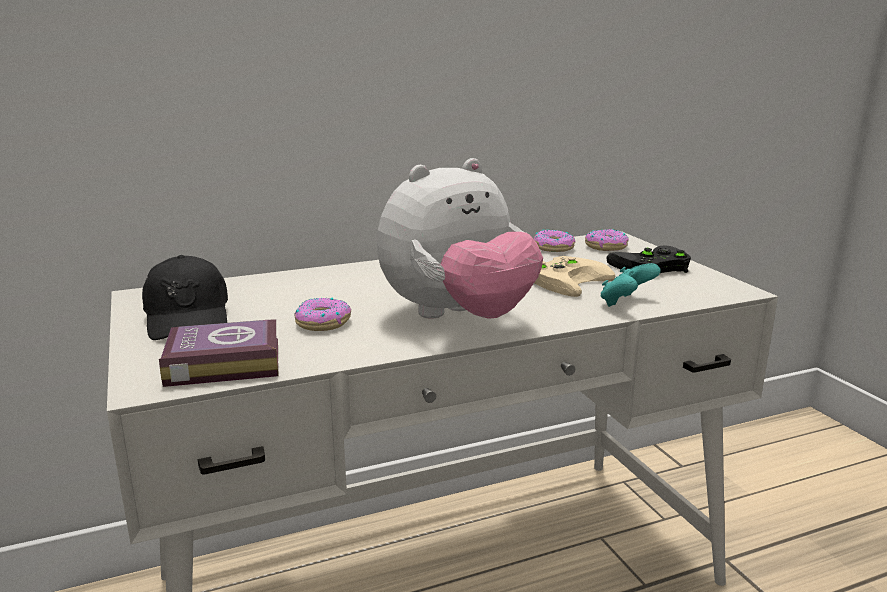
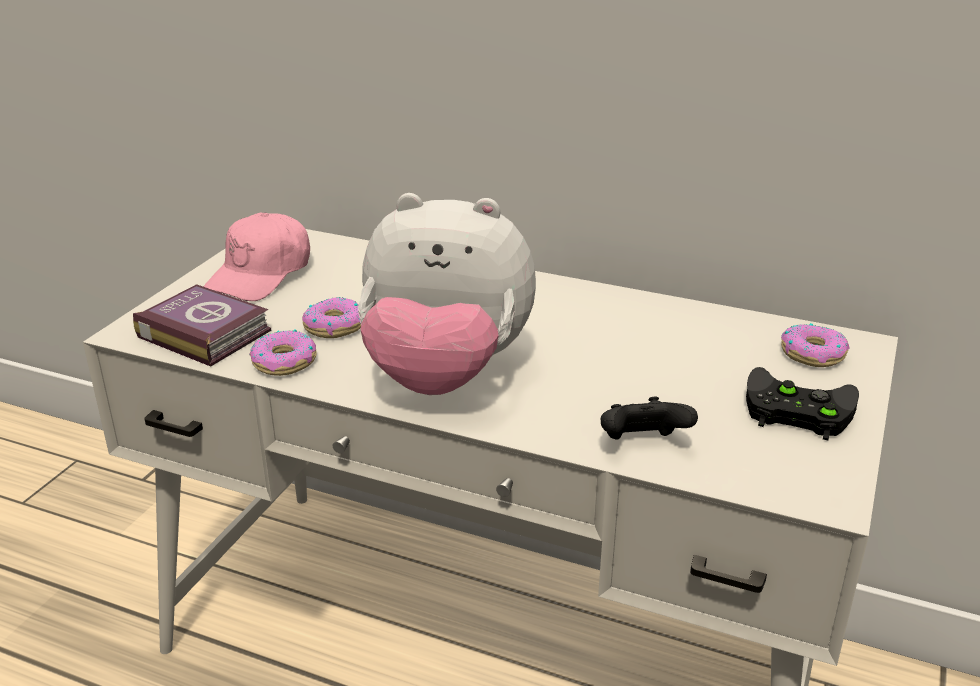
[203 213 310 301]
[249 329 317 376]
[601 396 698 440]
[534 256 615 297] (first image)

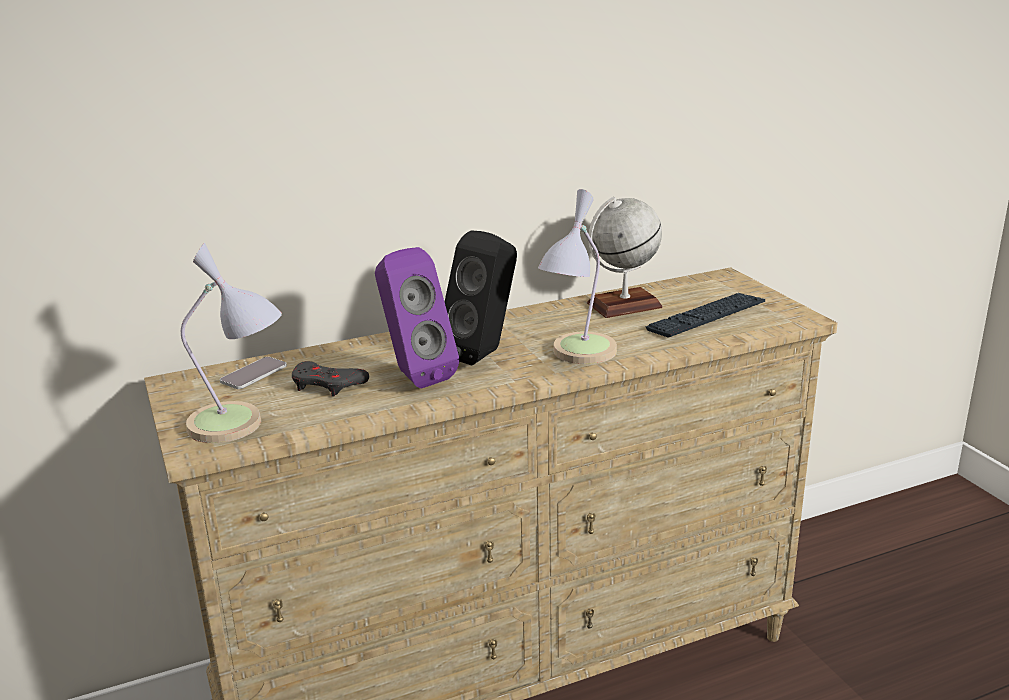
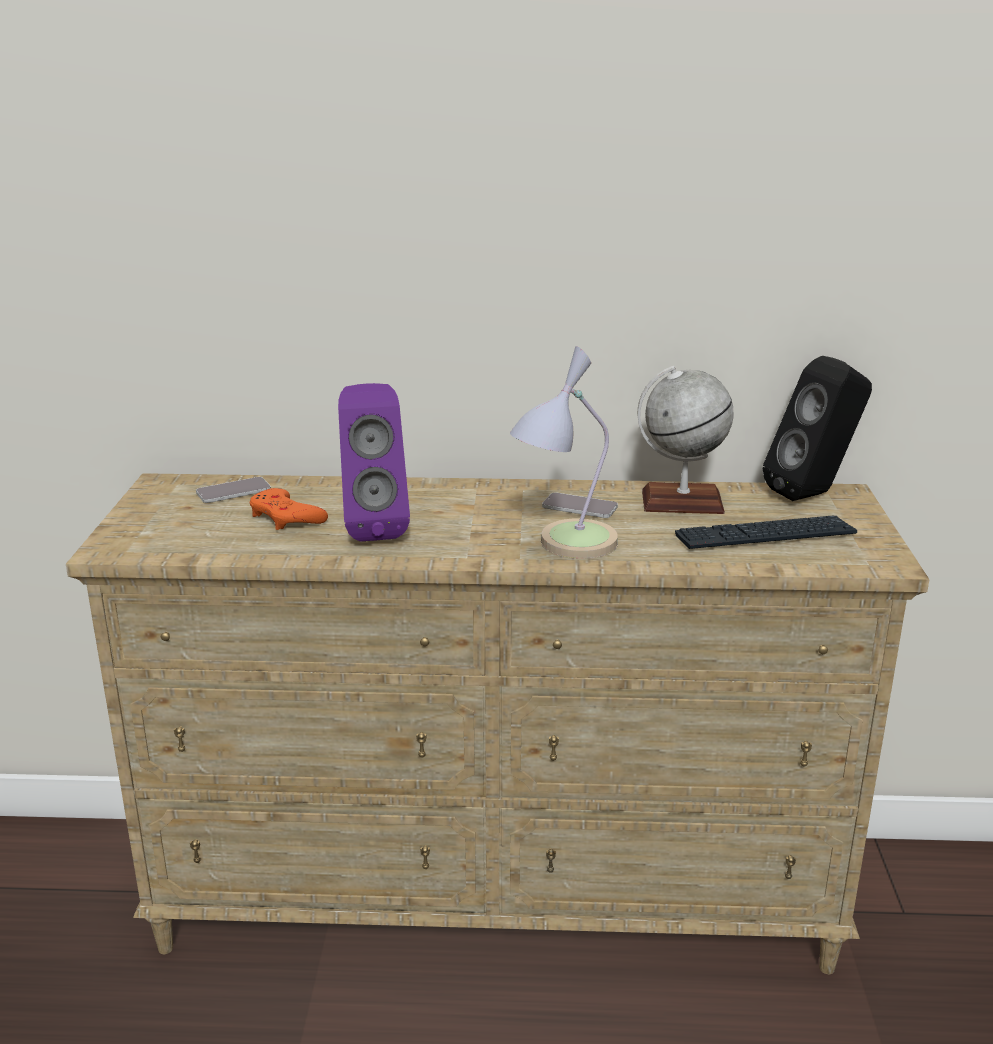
[250 488 328 530]
[542 492 618 518]
[763 356 872 501]
[181 243 282 443] (first image)

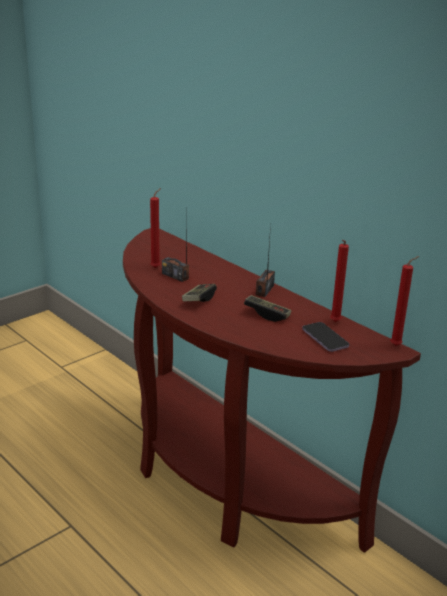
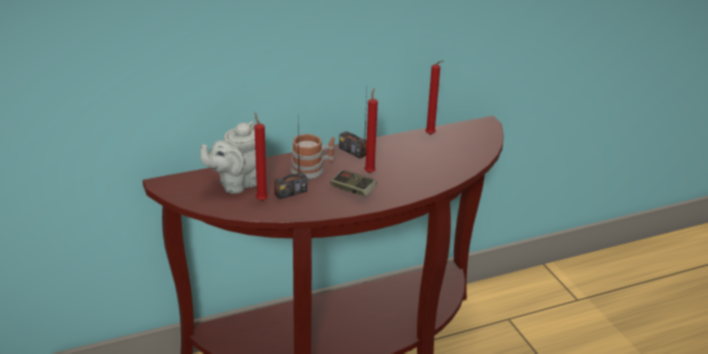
[200 121 257 194]
[291 134 335 179]
[364 88 378 173]
[244 295 291 322] (first image)
[302 322 349 352] (first image)

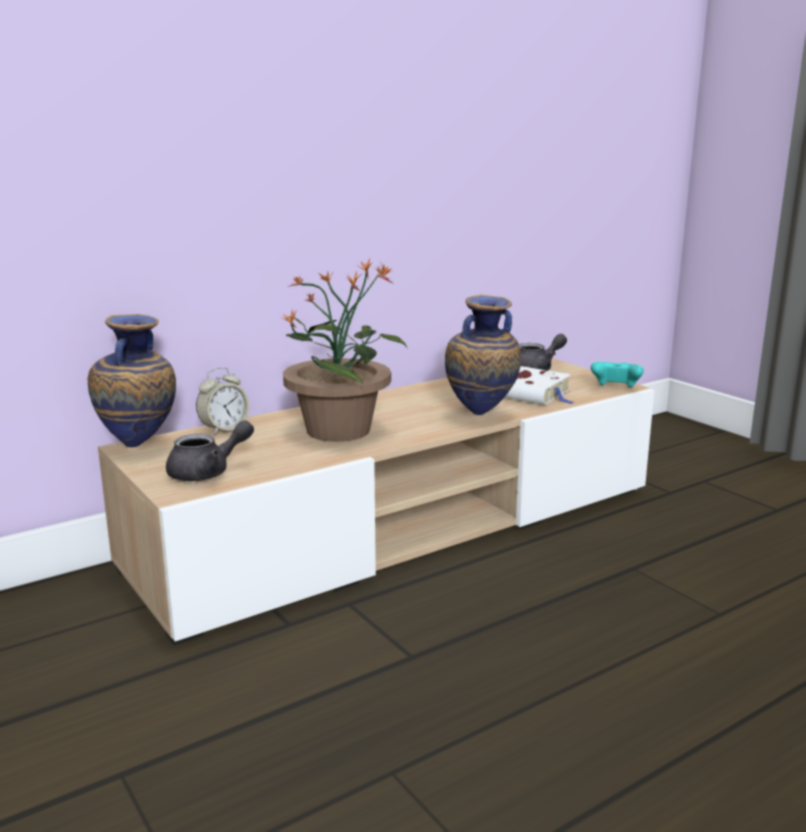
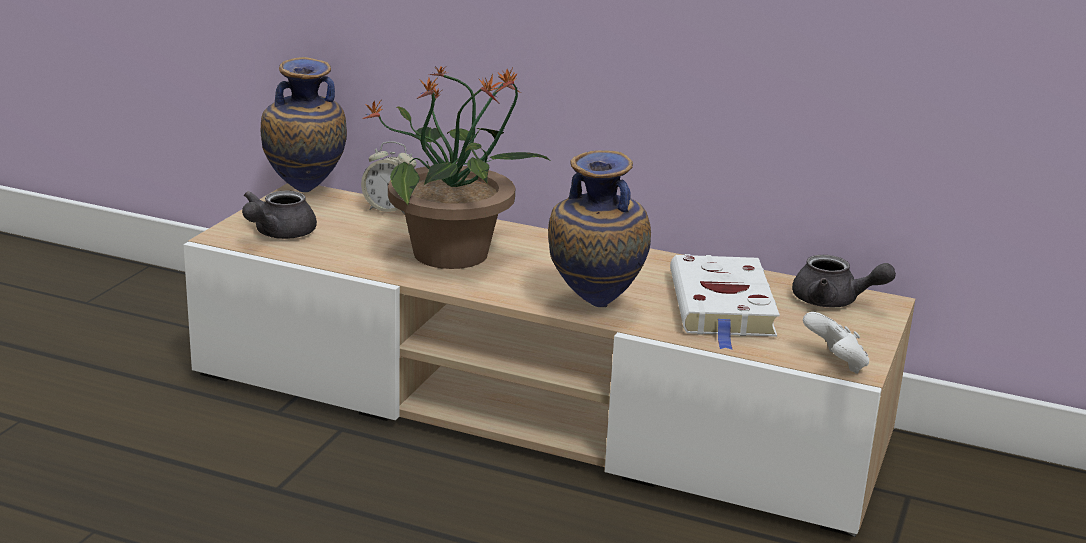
[242 190 317 239]
[803 312 869 374]

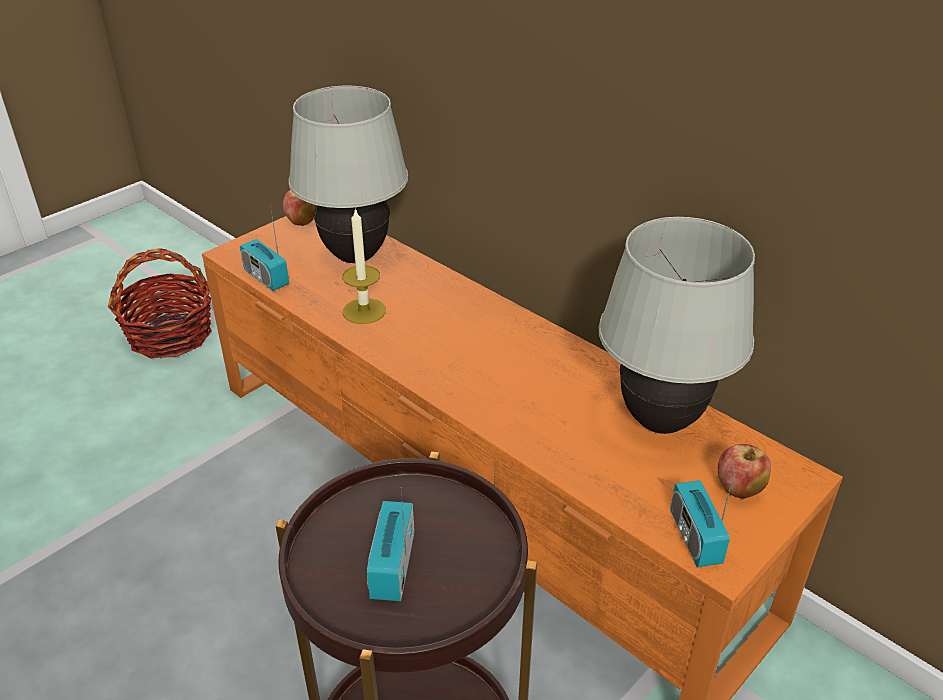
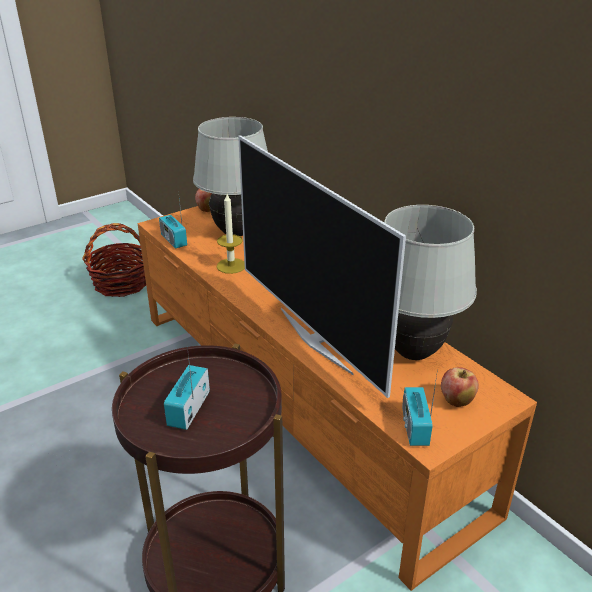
[238 135 406 398]

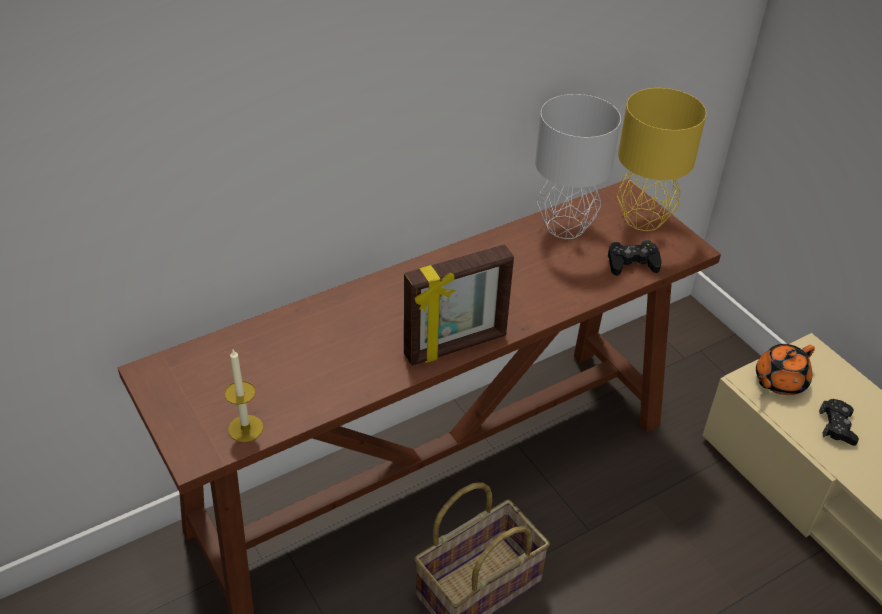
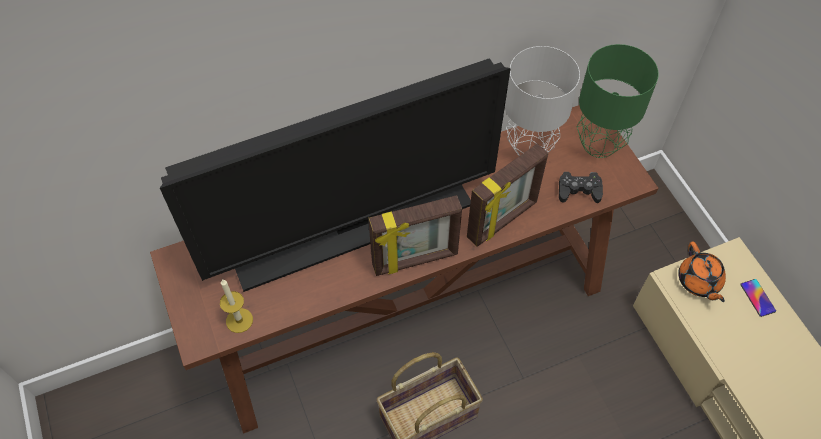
[160 58 511 292]
[467 144 548 247]
[577 44 659 158]
[678 241 726 302]
[740 279 776 317]
[819 399 859 446] (first image)

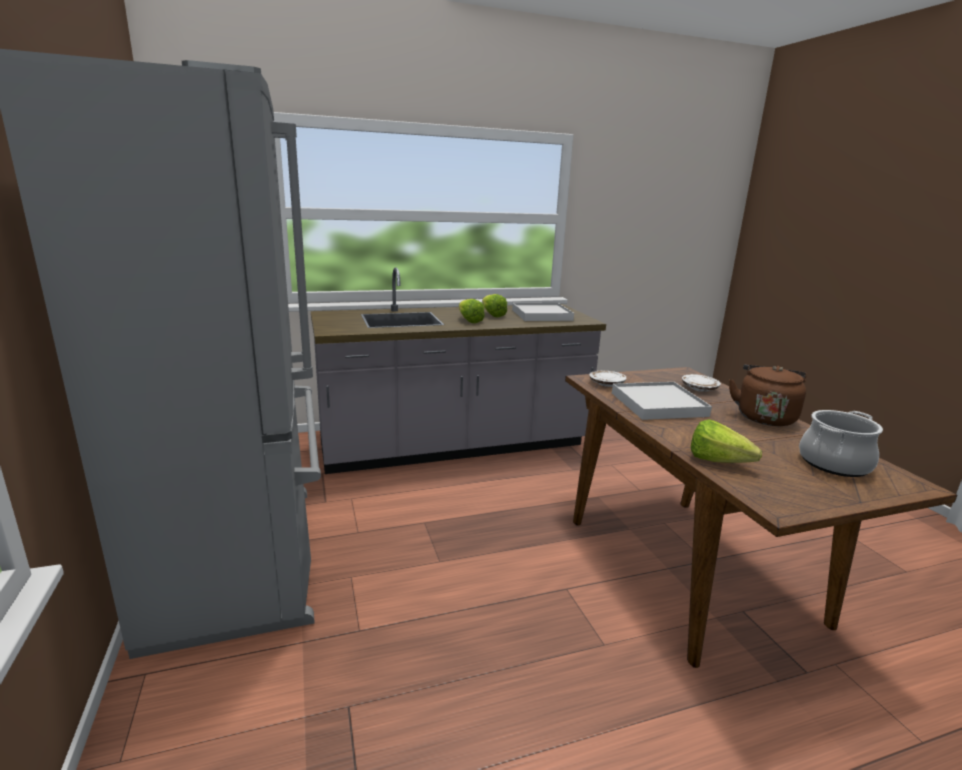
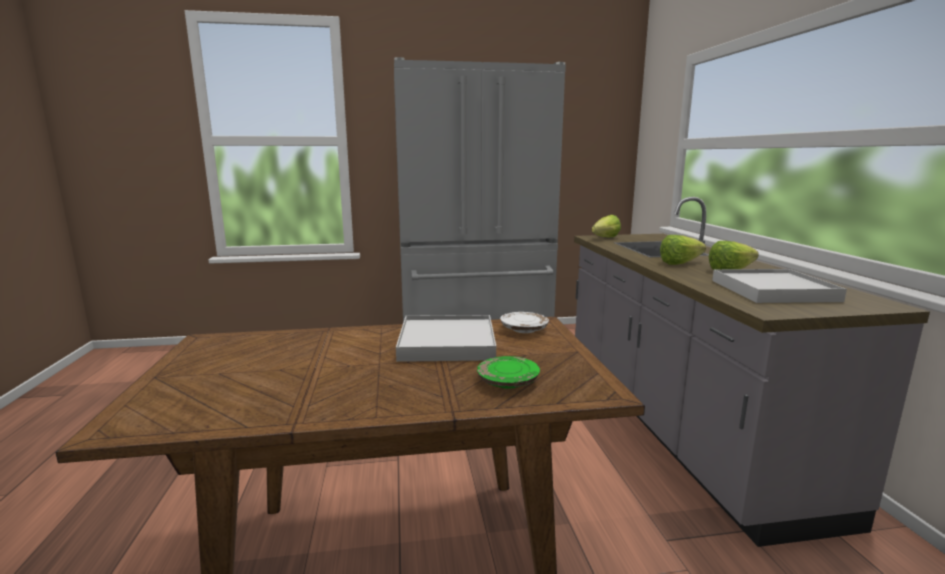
[477 356 540 389]
[592 215 621 238]
[729 364 807 426] (first image)
[799 410 883 477] (first image)

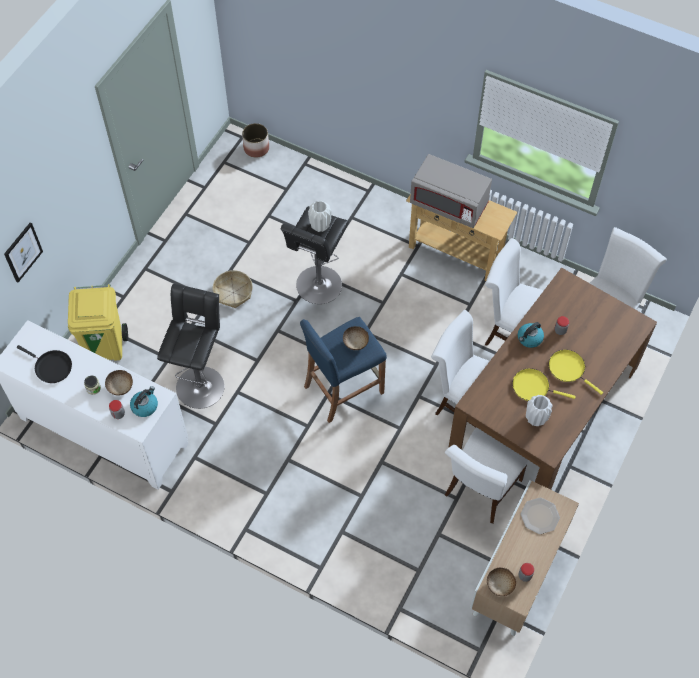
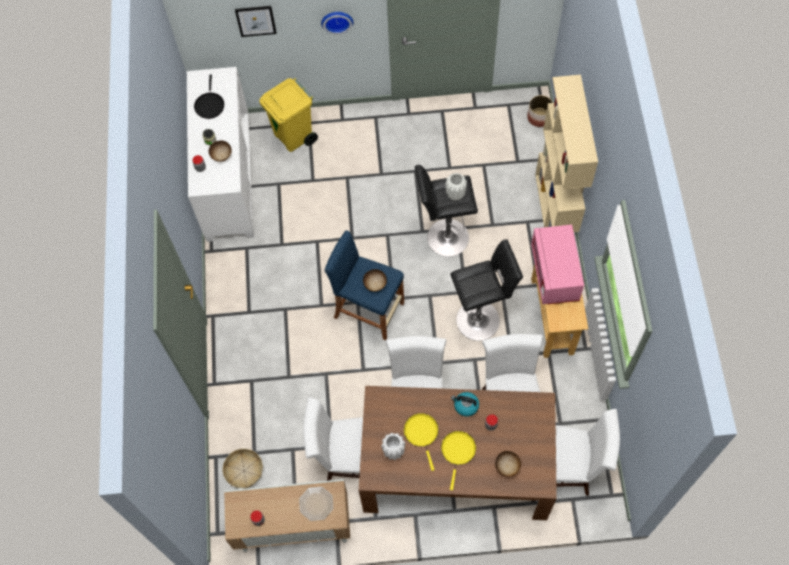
[223 449 263 489]
[321 12 353 34]
[450 239 523 341]
[495 451 521 477]
[531 225 584 304]
[535 75 598 232]
[130 386 158 417] (first image)

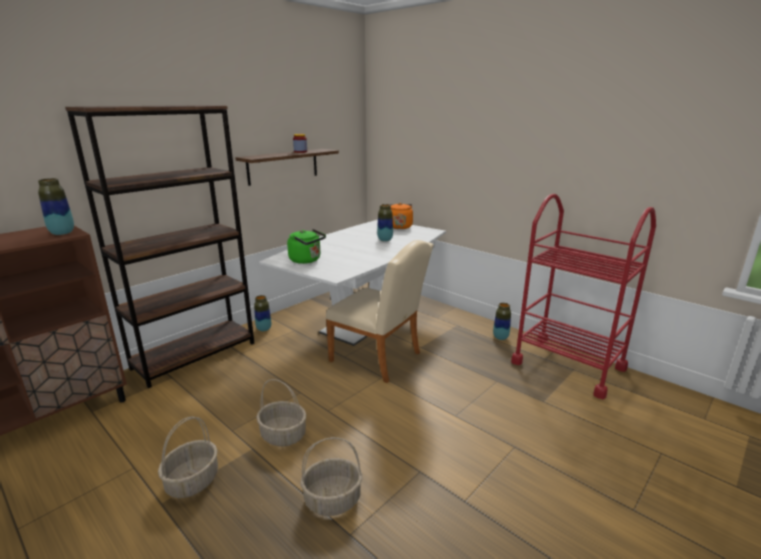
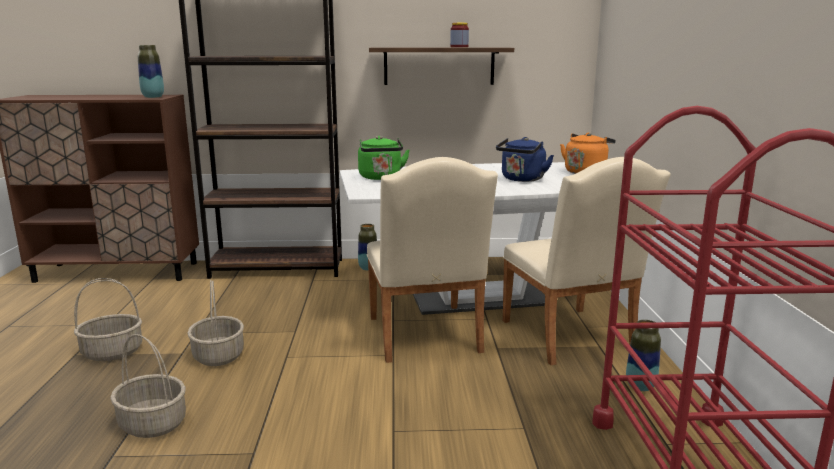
[496 137 554 182]
[503 157 671 365]

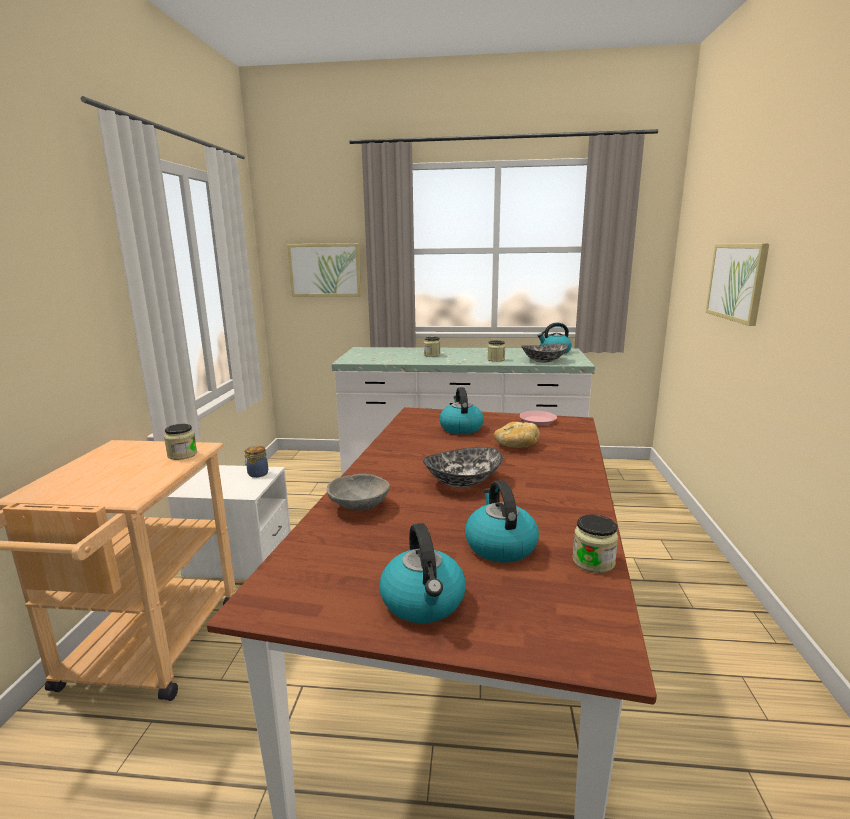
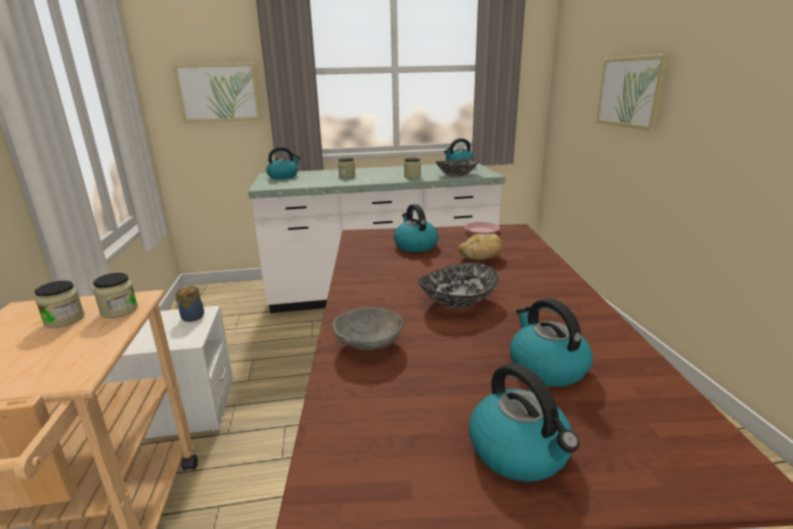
[34 281 85 328]
[266 147 300 179]

